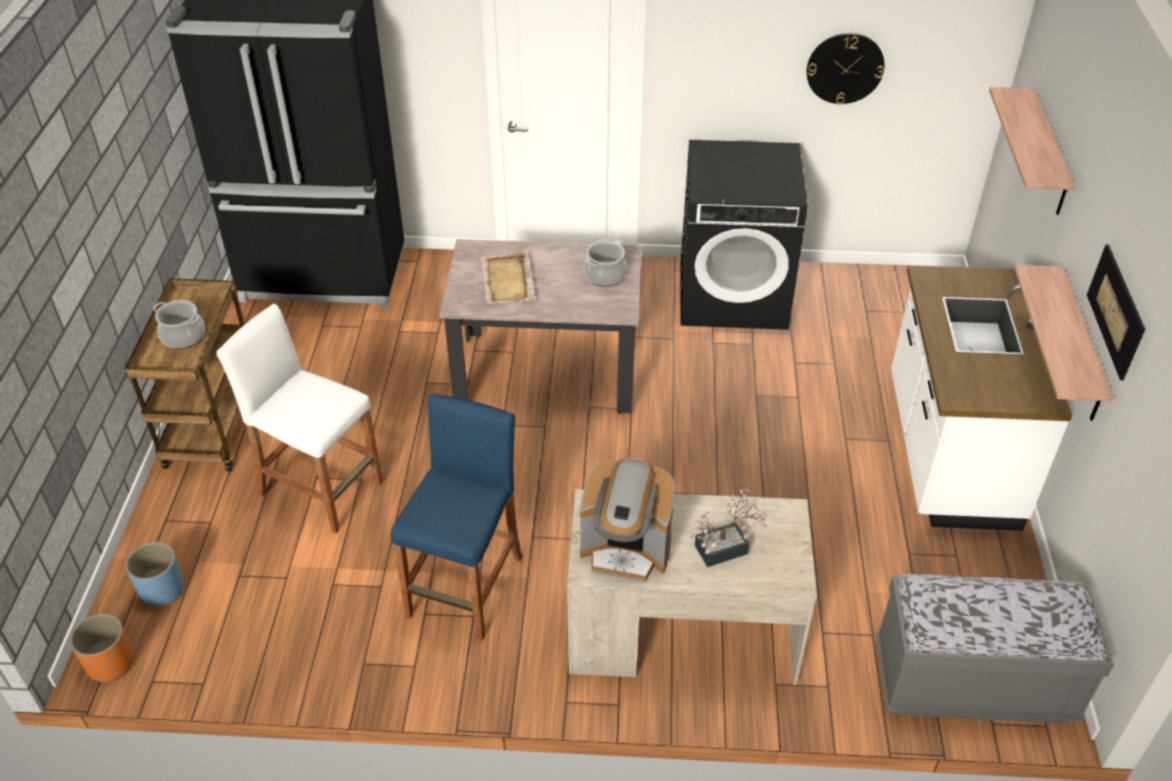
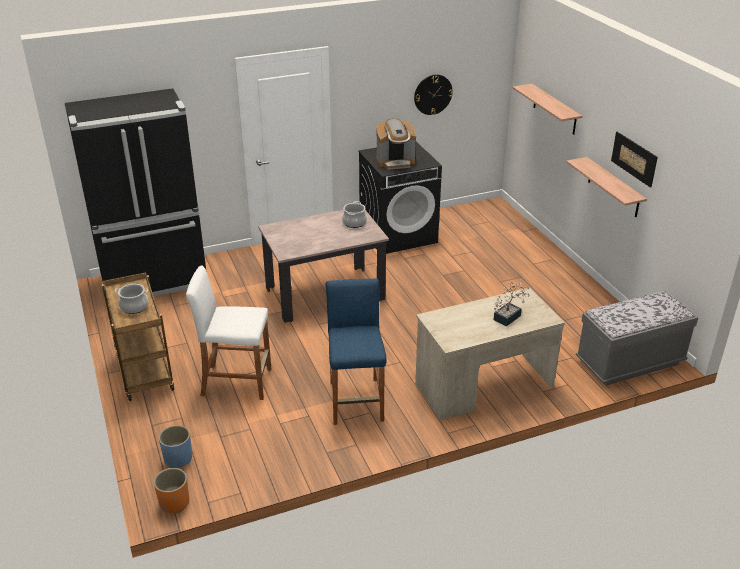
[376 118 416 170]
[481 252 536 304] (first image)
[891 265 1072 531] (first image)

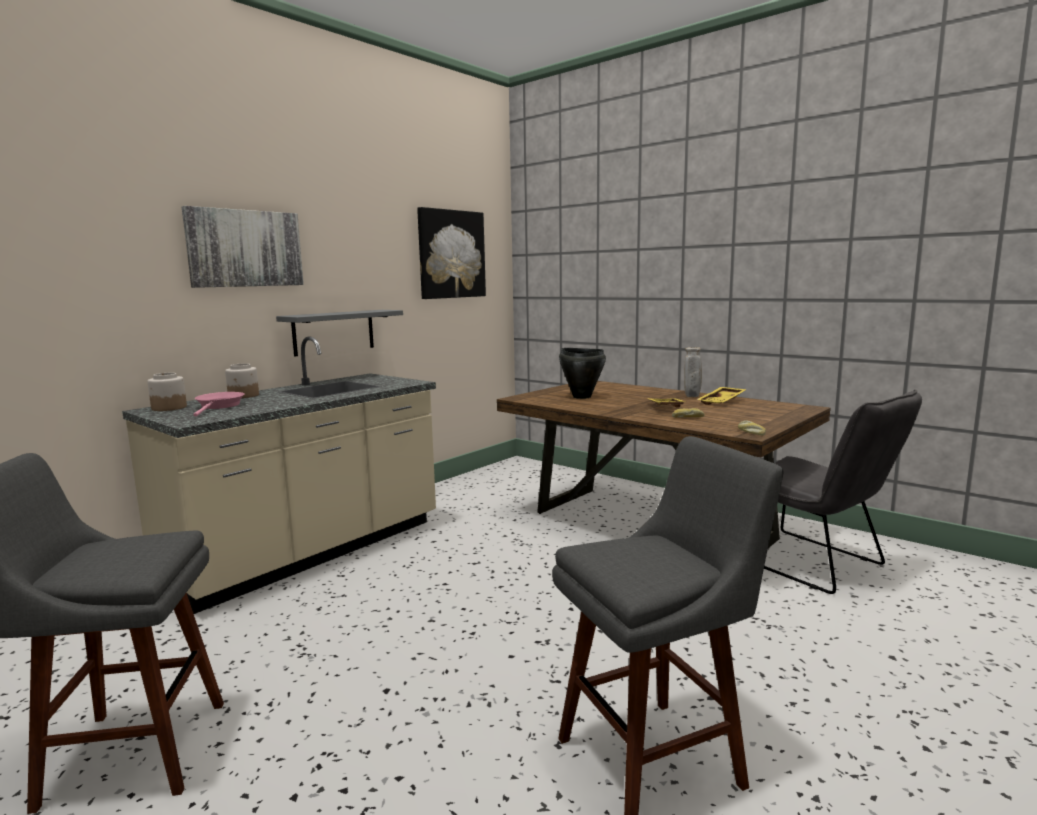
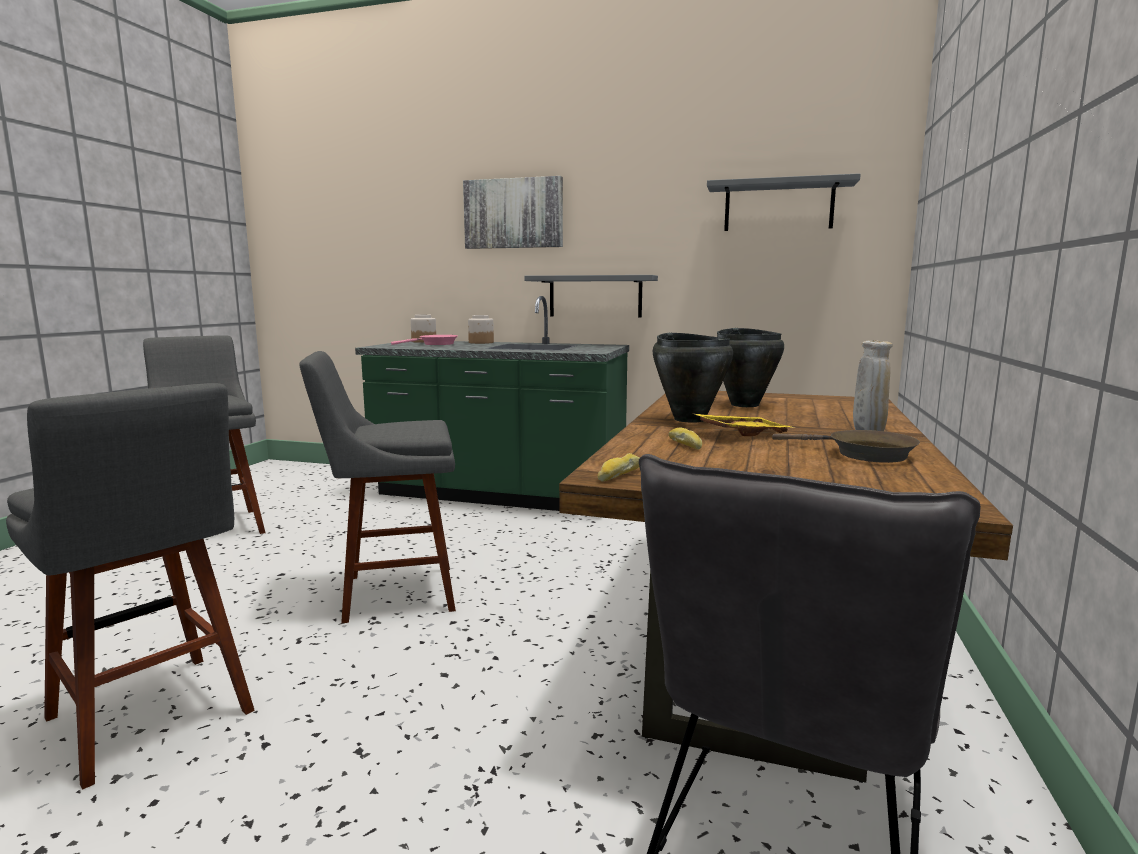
[299 351 456 623]
[355 296 629 511]
[653 332 733 423]
[707 173 861 231]
[772 430 920 463]

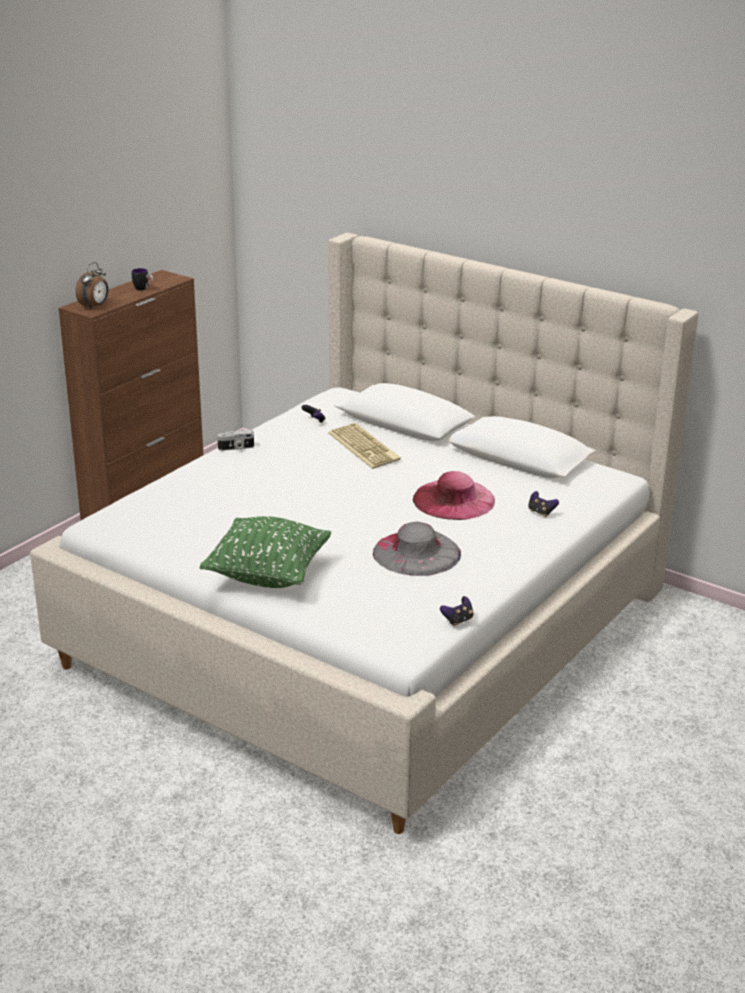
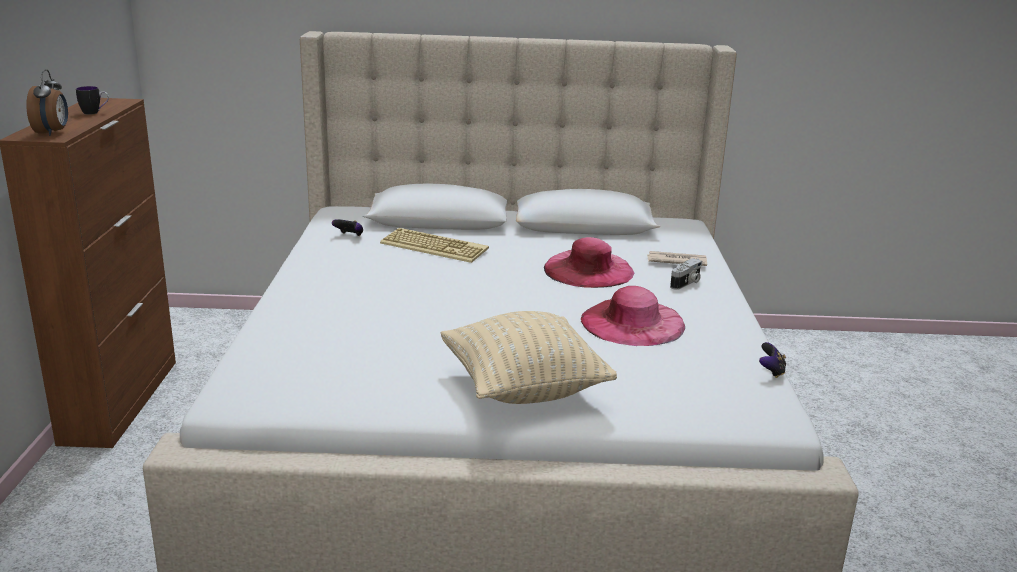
[441 311 617 404]
[581 286 685 346]
[647 251 707 266]
[670 258 702 290]

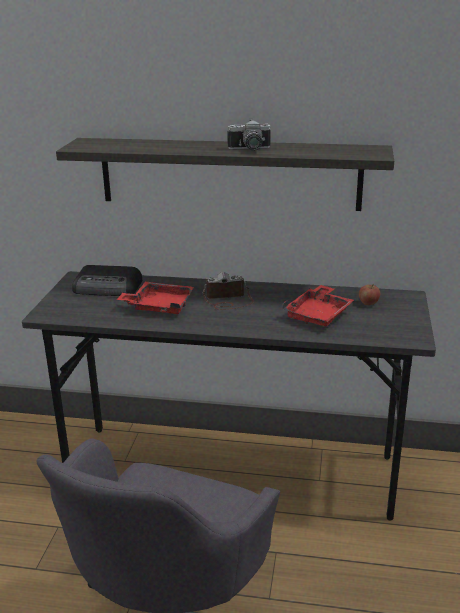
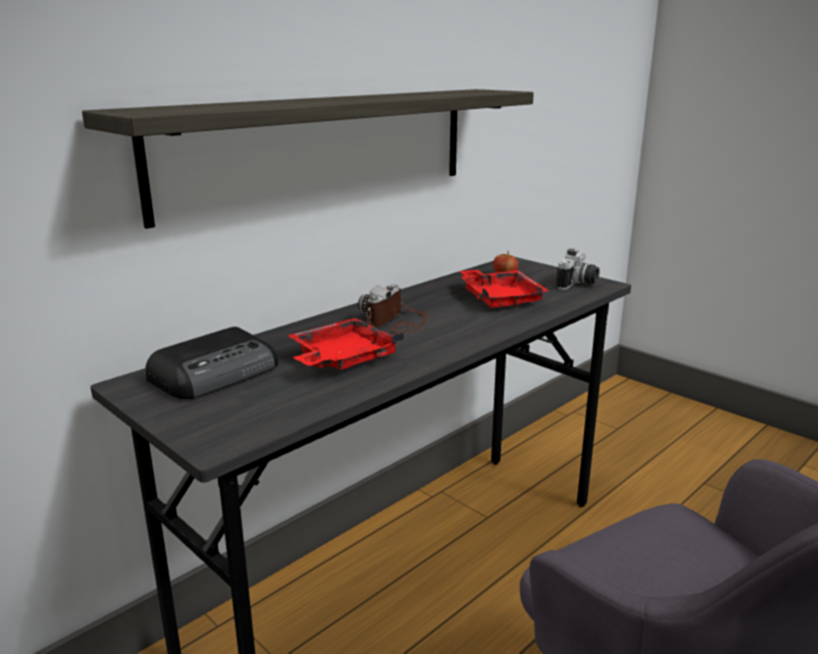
[556 249 600 290]

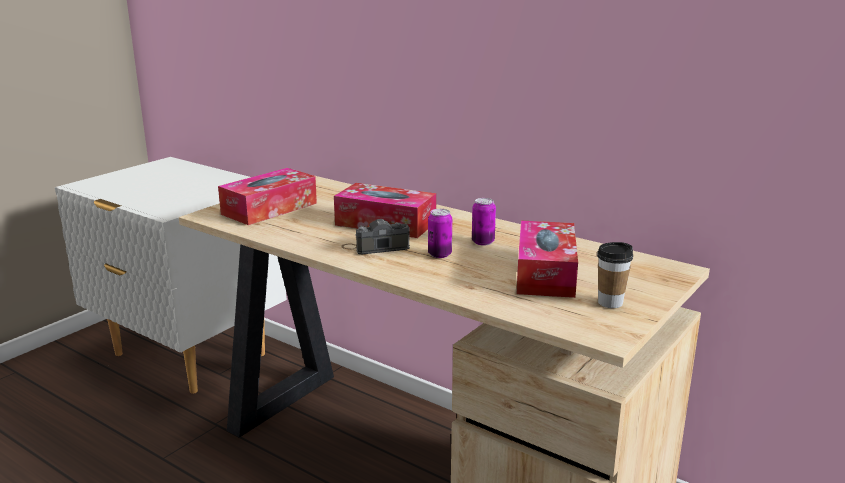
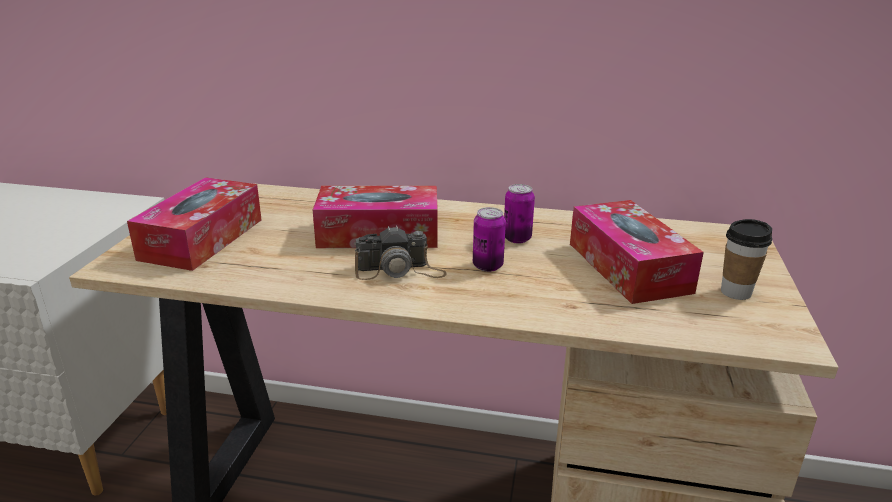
[355 226 447 280]

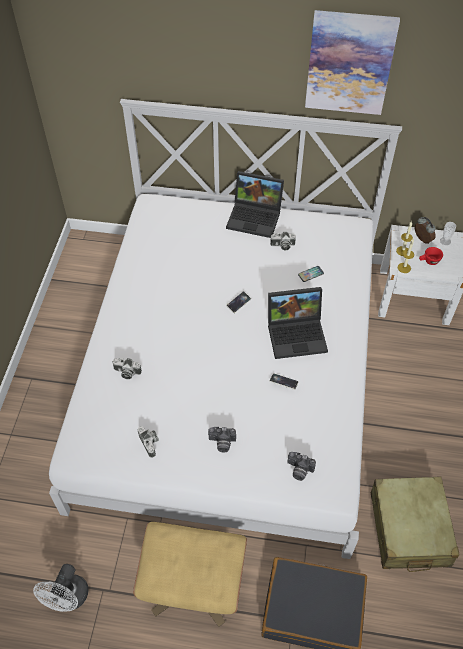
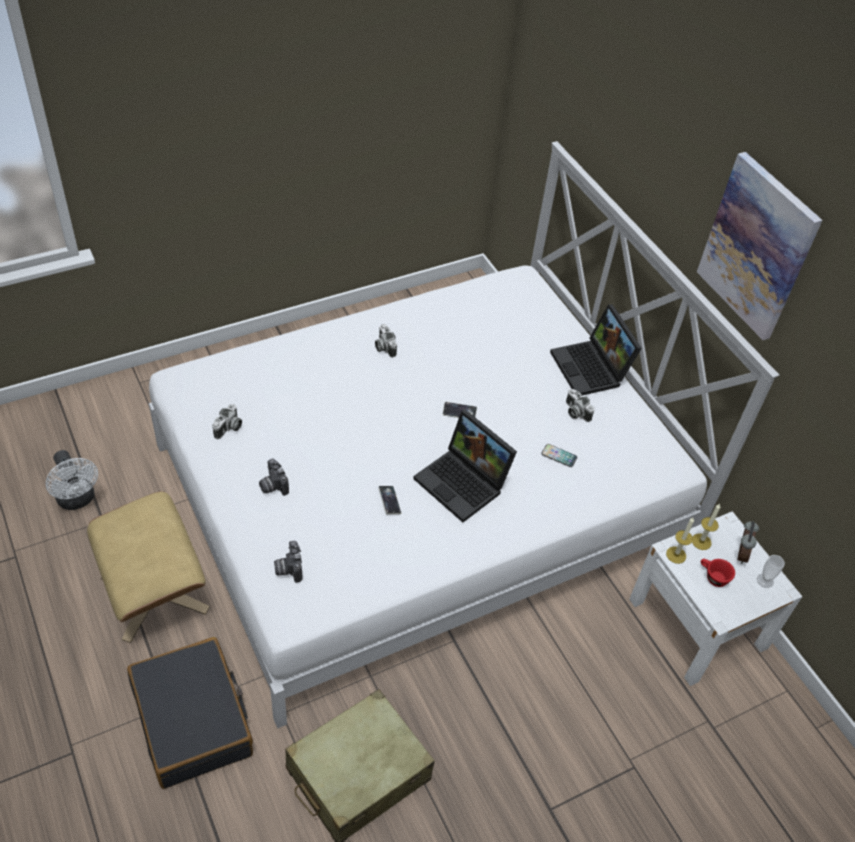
[46 450 98 510]
[375 324 397 358]

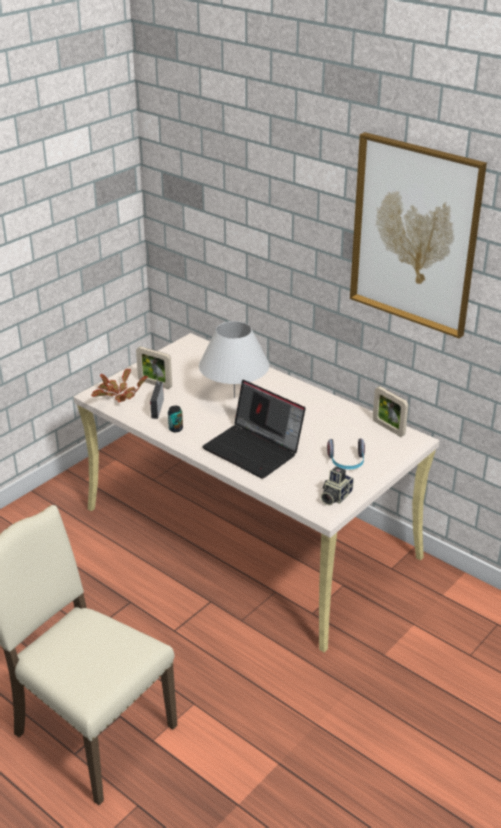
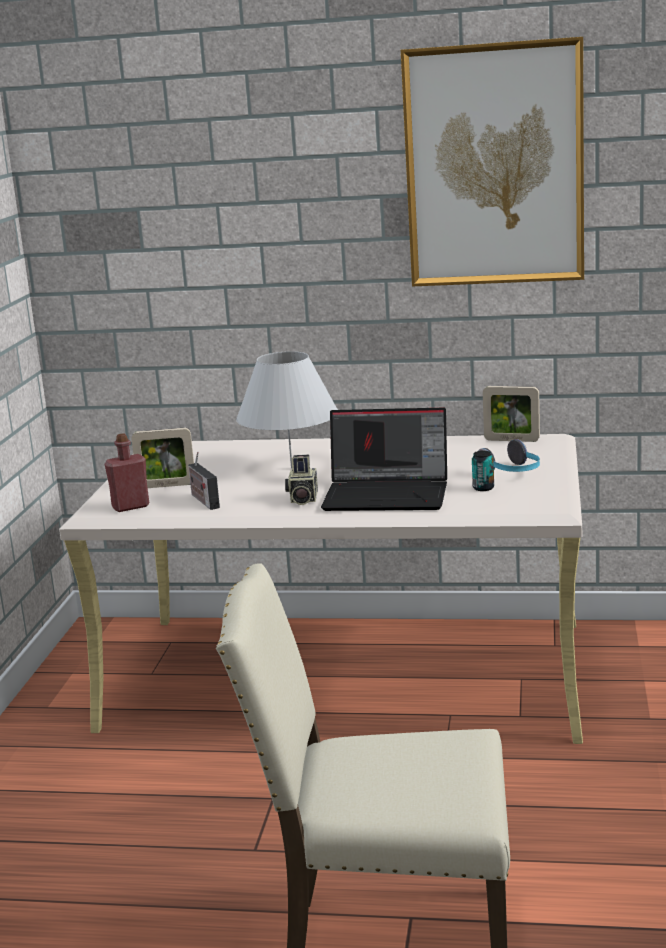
[105 433 149 512]
[285 455 318 505]
[472 451 494 491]

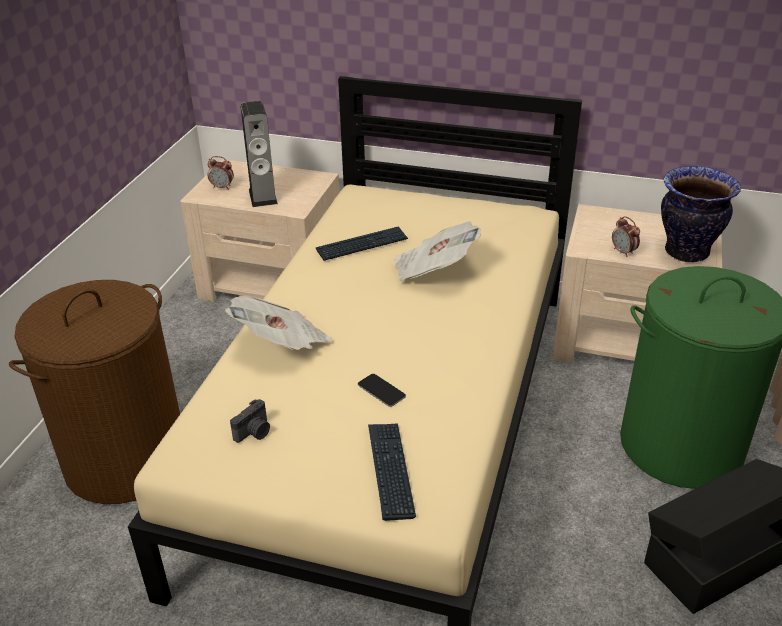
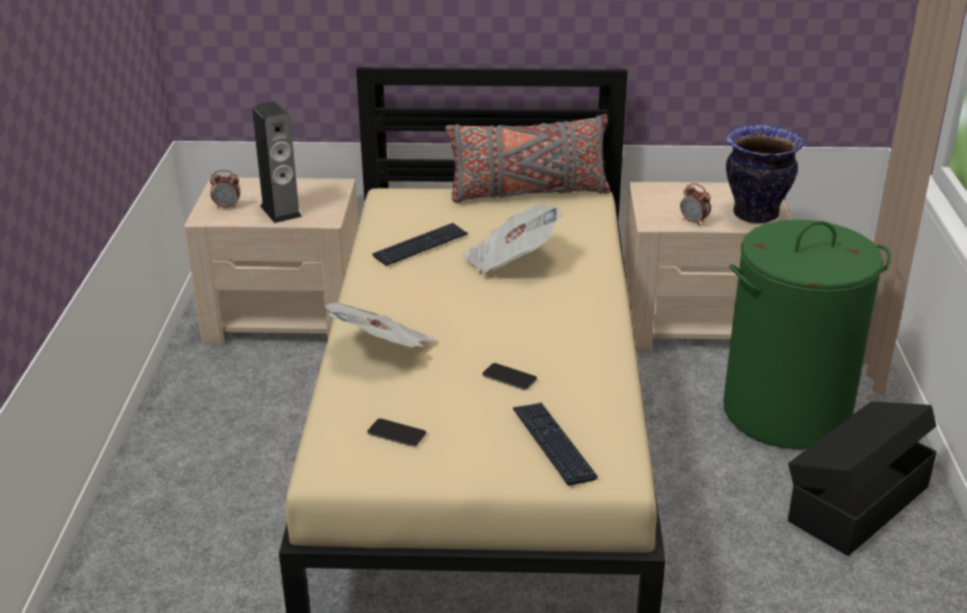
[367 418 426 447]
[445 114 610 203]
[9 280 180 504] (first image)

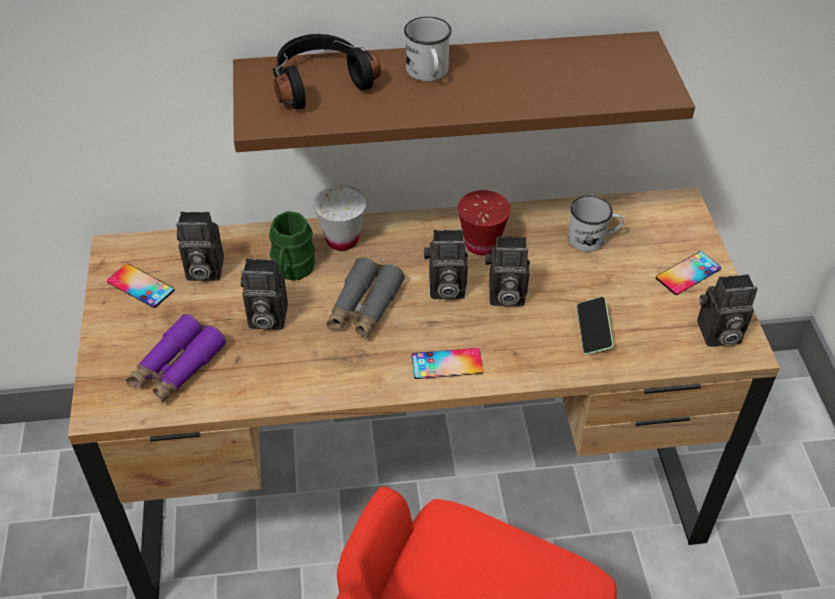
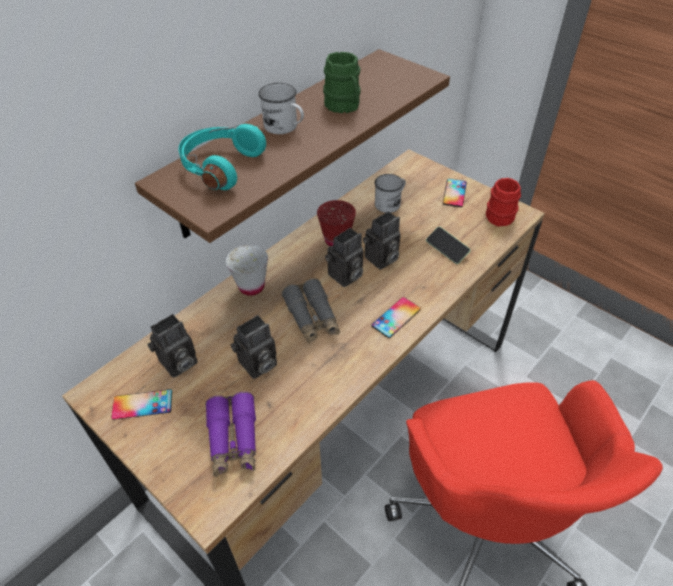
[179 124 266 190]
[323 52 361 113]
[486 178 521 226]

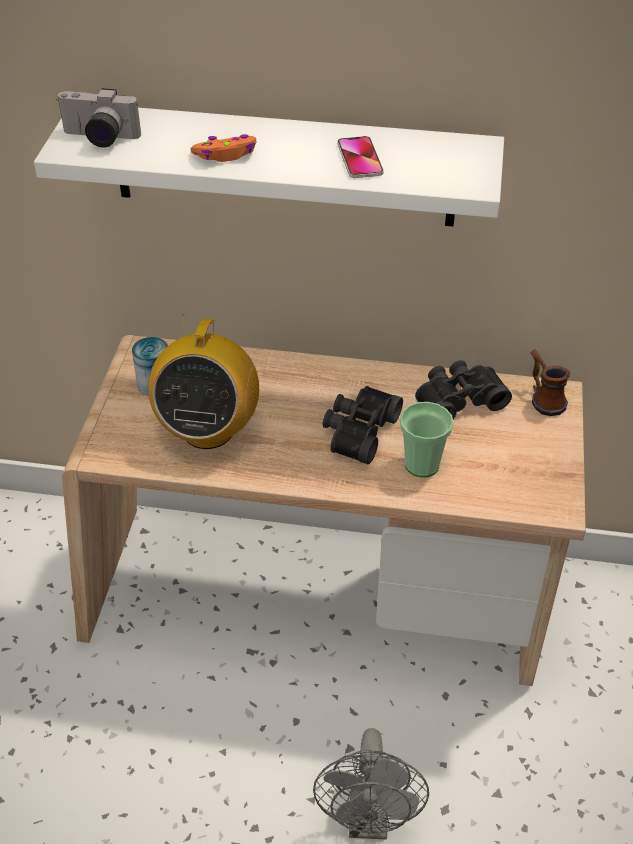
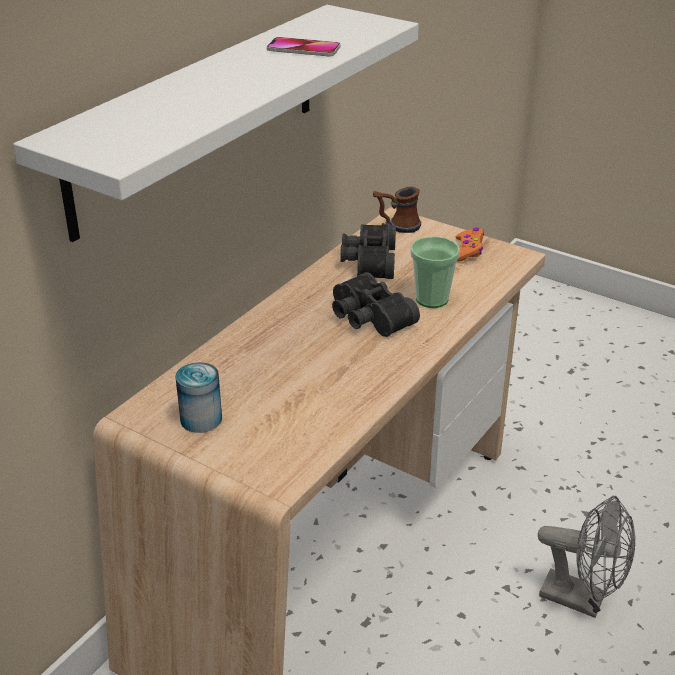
[455 227 484 262]
[56 88 141 148] (first image)
[148 315 259 449] (first image)

